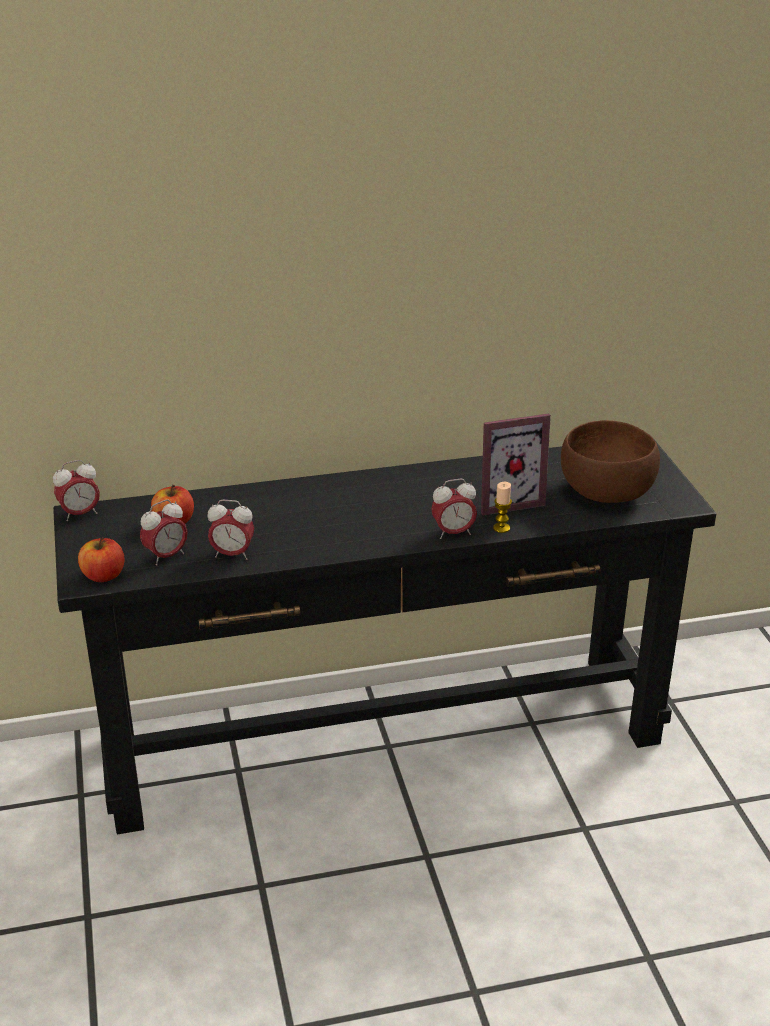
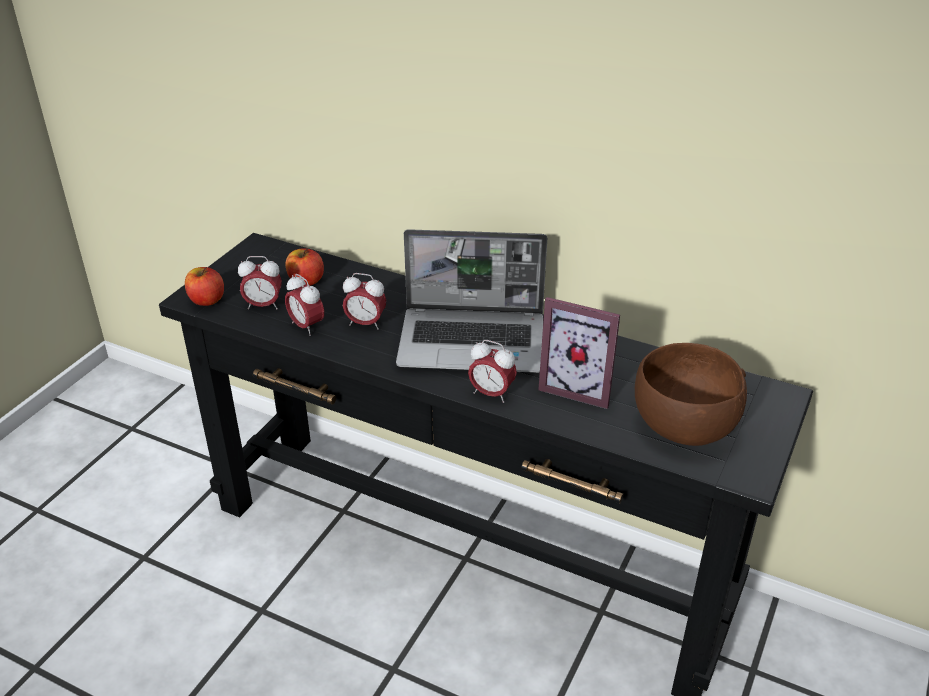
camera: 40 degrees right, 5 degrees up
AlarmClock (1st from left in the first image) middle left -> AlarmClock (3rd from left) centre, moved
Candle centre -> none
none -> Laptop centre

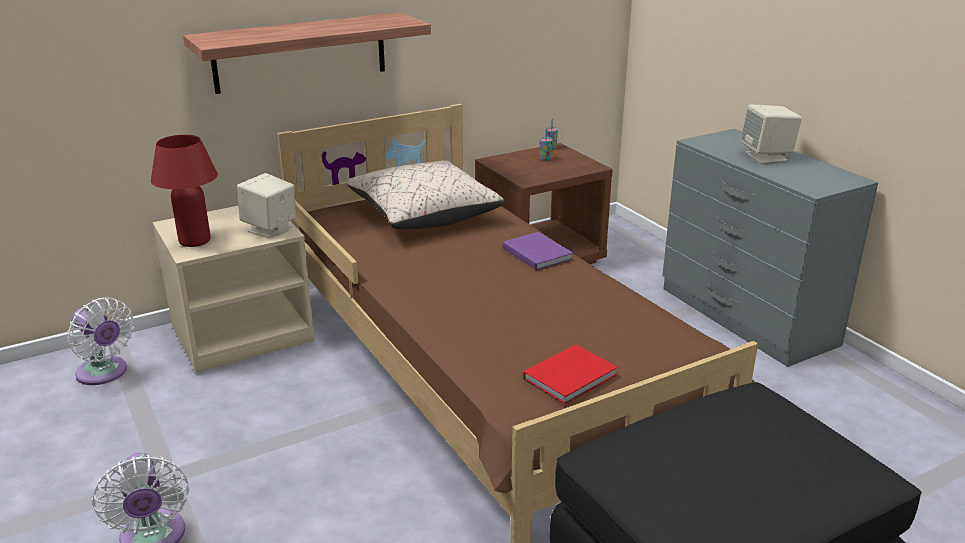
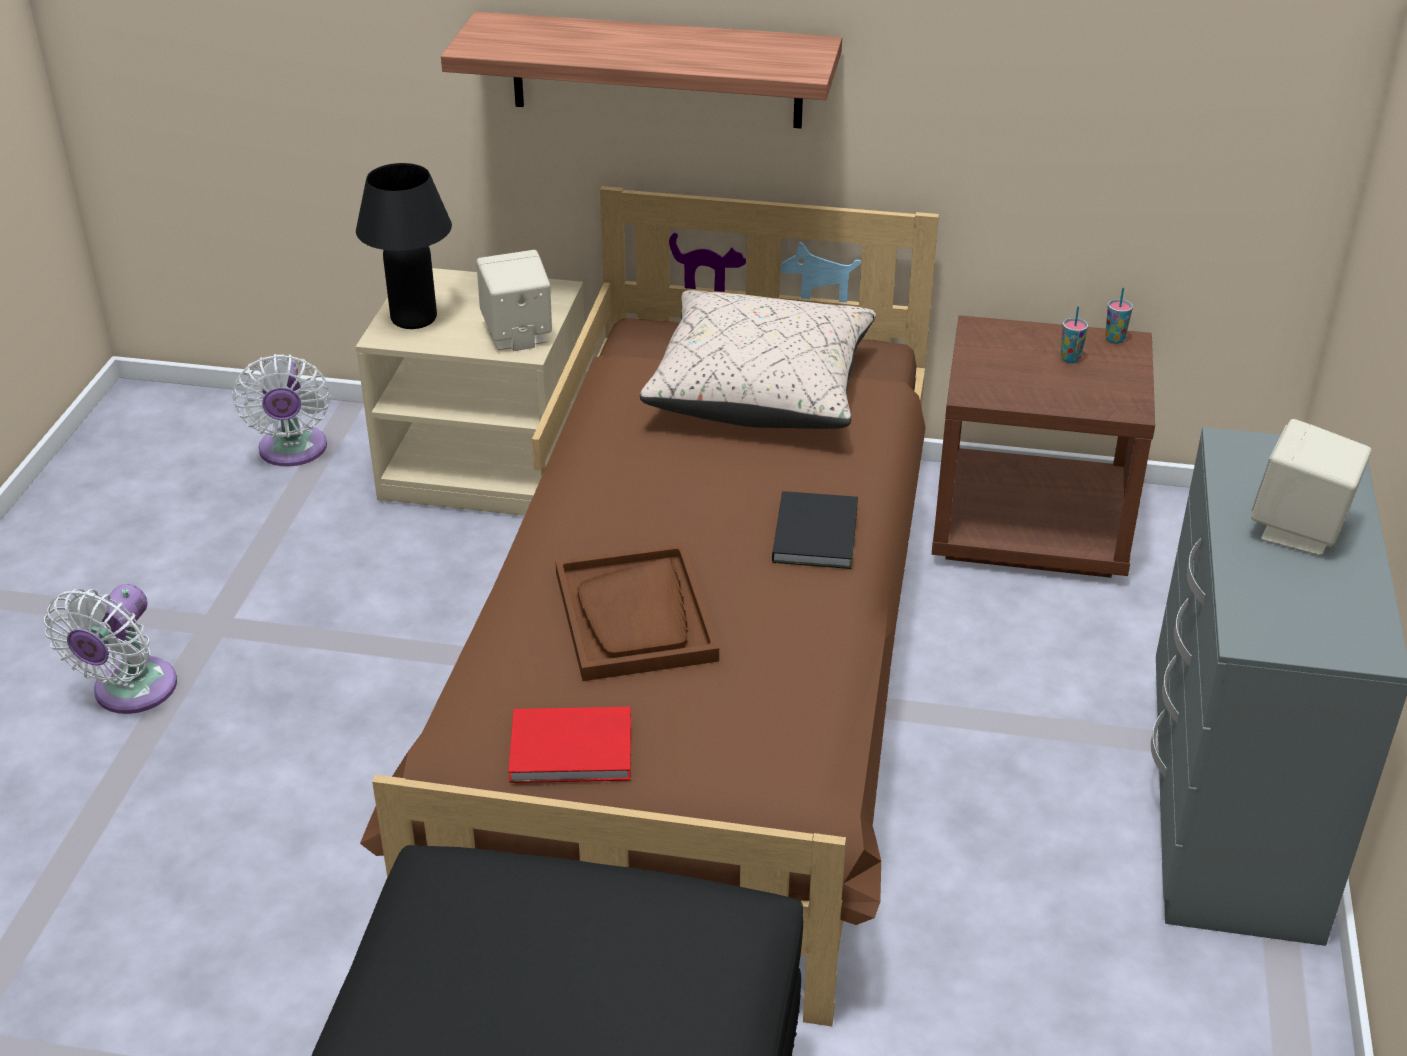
camera: 40 degrees right, 10 degrees up
RedTableLamp middle left -> BlackTableLamp top left
PurpleBook centre -> BlackBook centre
none -> BrownTray centre

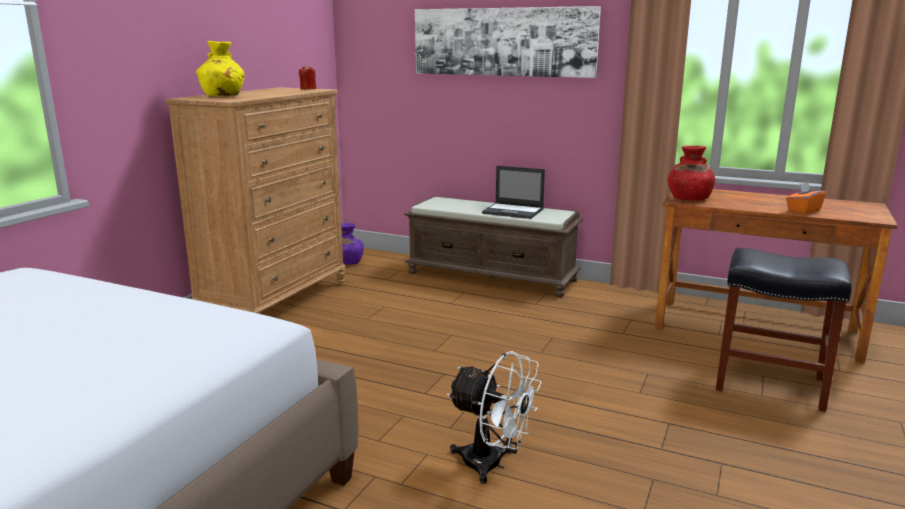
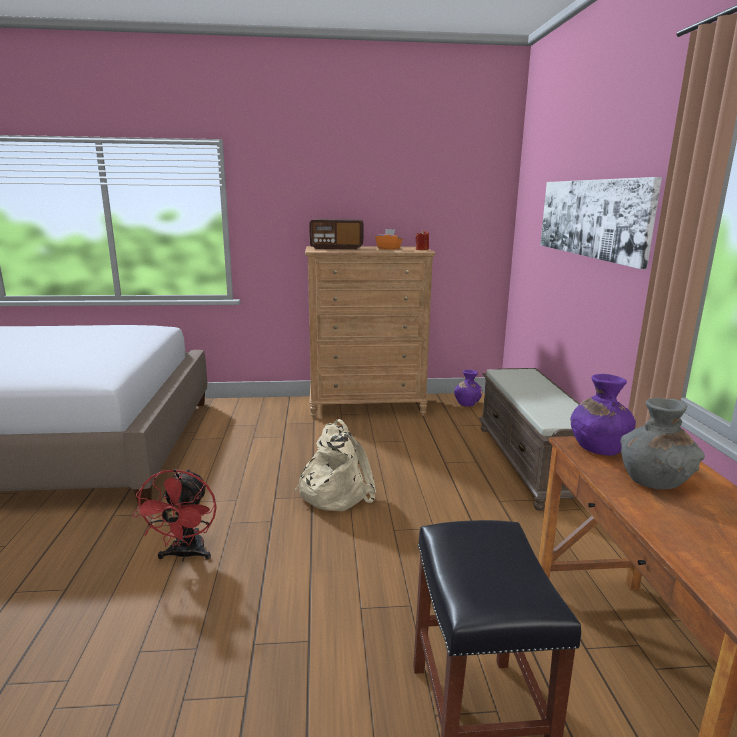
camera: 60 degrees right, 0 degrees up
YellowVase top left -> Radio top centre
RedVase middle right -> PurpleVase (2nd from left) middle right
Laptop centre -> none
OrangeTissueBox middle right -> OrangeTissueBox top centre, moved
WhiteFan bottom centre -> RedFan bottom left
none -> GreyVase middle right
none -> BeigeBackpack centre

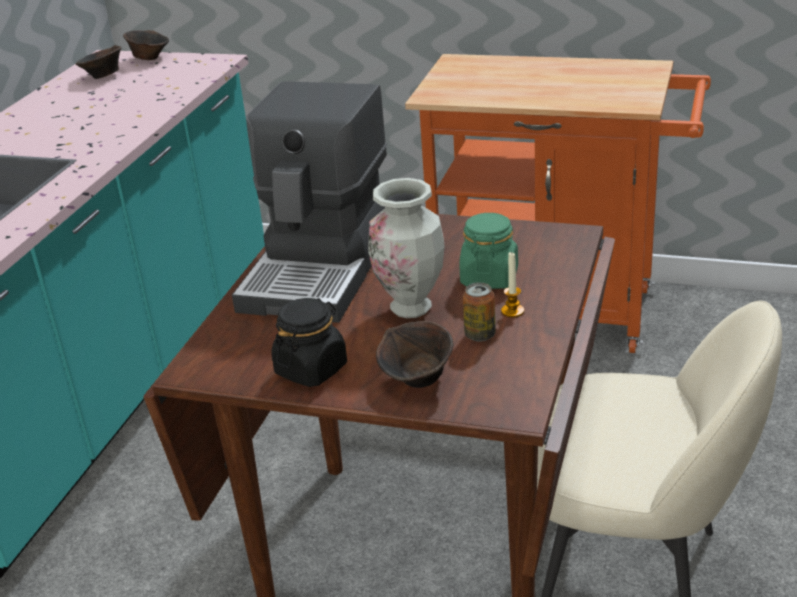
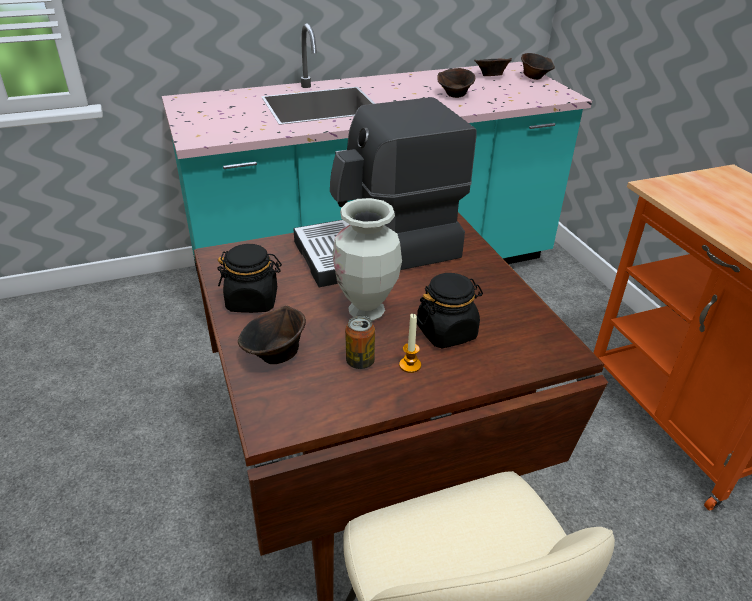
camera: 50 degrees right, 5 degrees up
GreenJar centre -> BlackJar (2nd from left) centre
none -> BrownBowl (2nd from left) top centre

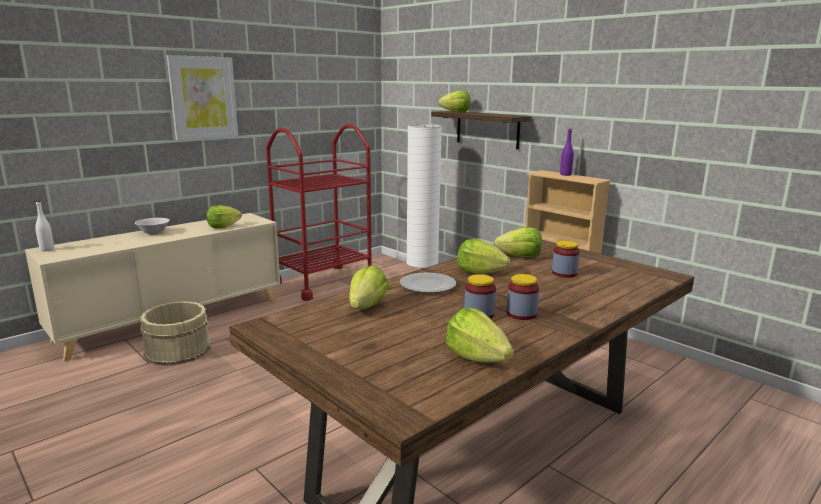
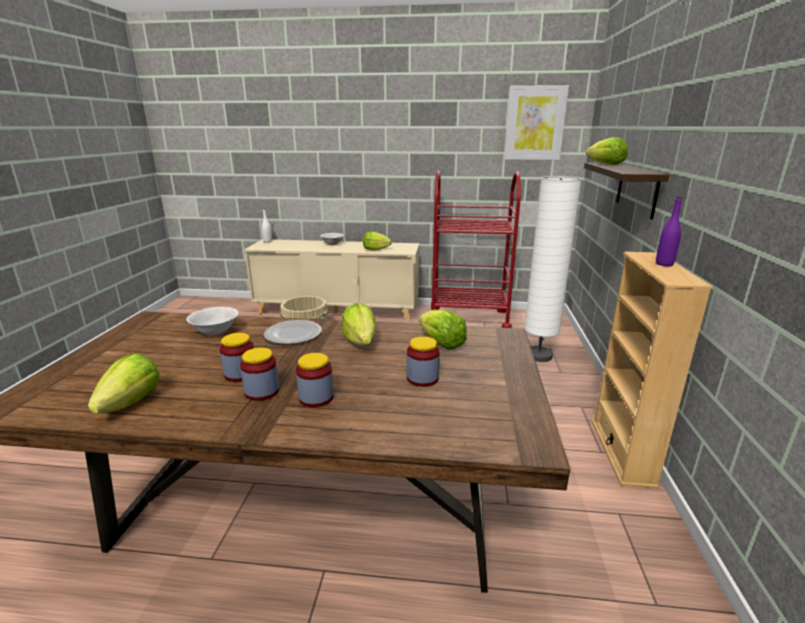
camera: 50 degrees right, 5 degrees up
Picture top left -> Picture top centre, moved
Lettuce (2nd from left) centre -> WhiteBowl (1st from left) middle left
none -> Jar (3rd from left) centre

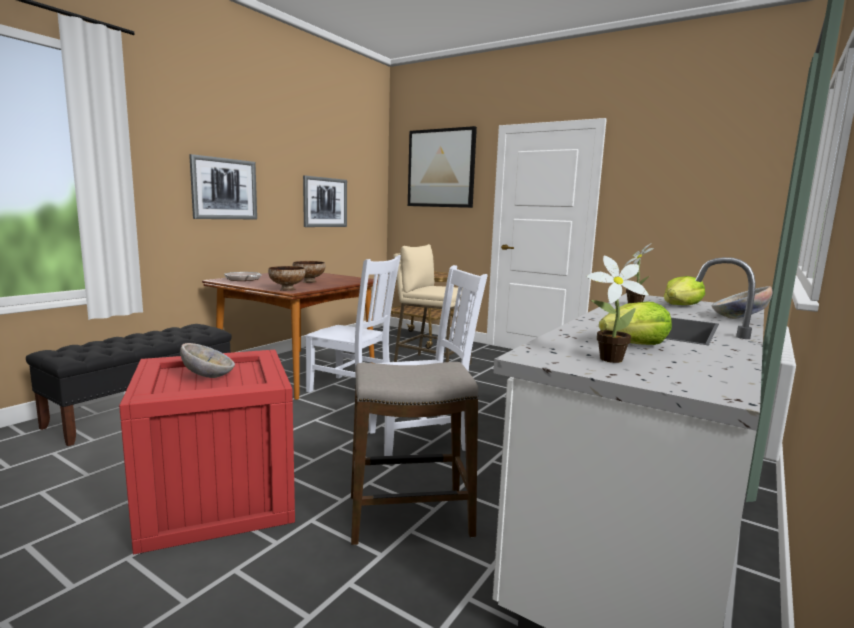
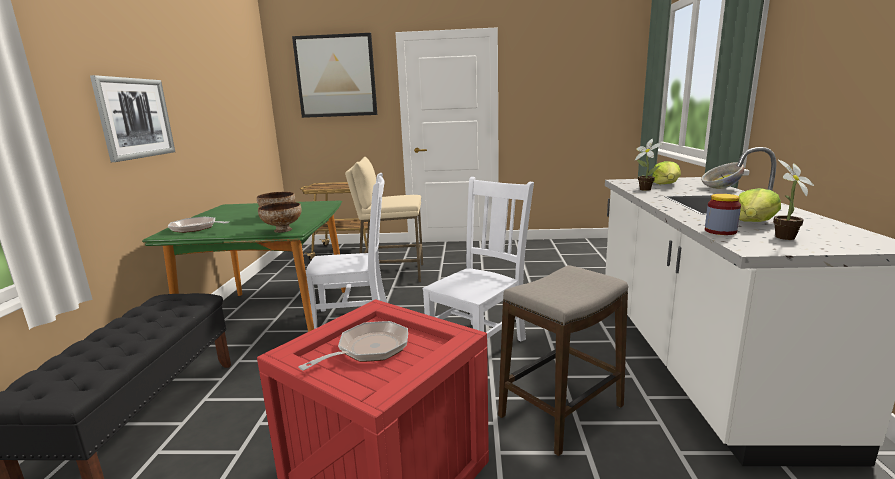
camera: 30 degrees left, 5 degrees up
Picture (2nd from left) top centre -> none
BrownDiningTable centre -> GreenDiningTable middle left
Bowl (1st from left) middle left -> FryingPan (2nd from left) bottom centre
none -> Jar middle right

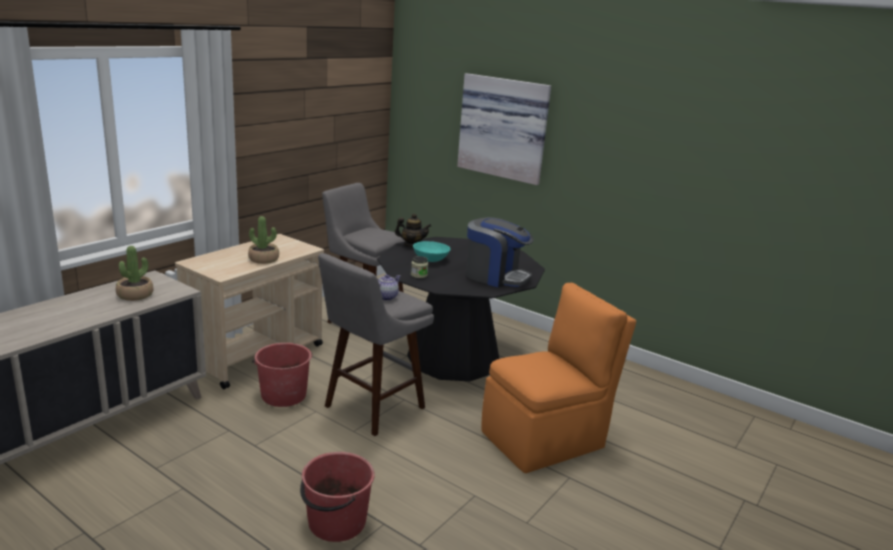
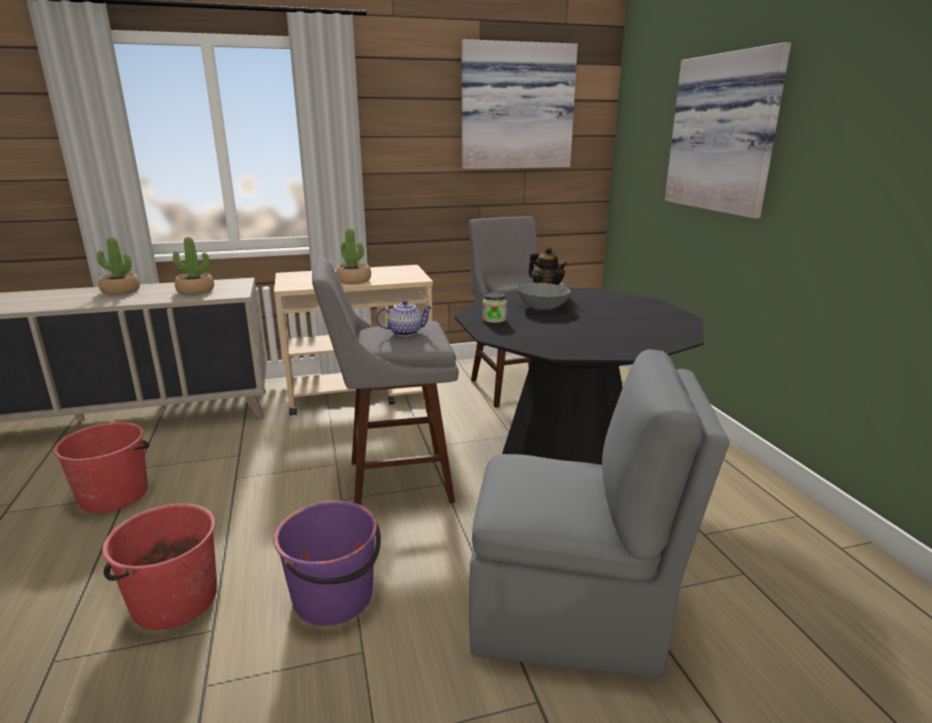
camera: 40 degrees right, 0 degrees up
CoffeeMachine centre -> none
TurquoiseBowl centre -> GreyBowl centre
OrangeChair bottom centre -> GreyChair bottom centre
RedBucket (1st from left) bottom left -> RedBucket (1st from left) middle left, moved
none -> Picture (1st from left) top centre
none -> PottedPlant (1st from left) middle left
none -> PurpleBucket bottom centre

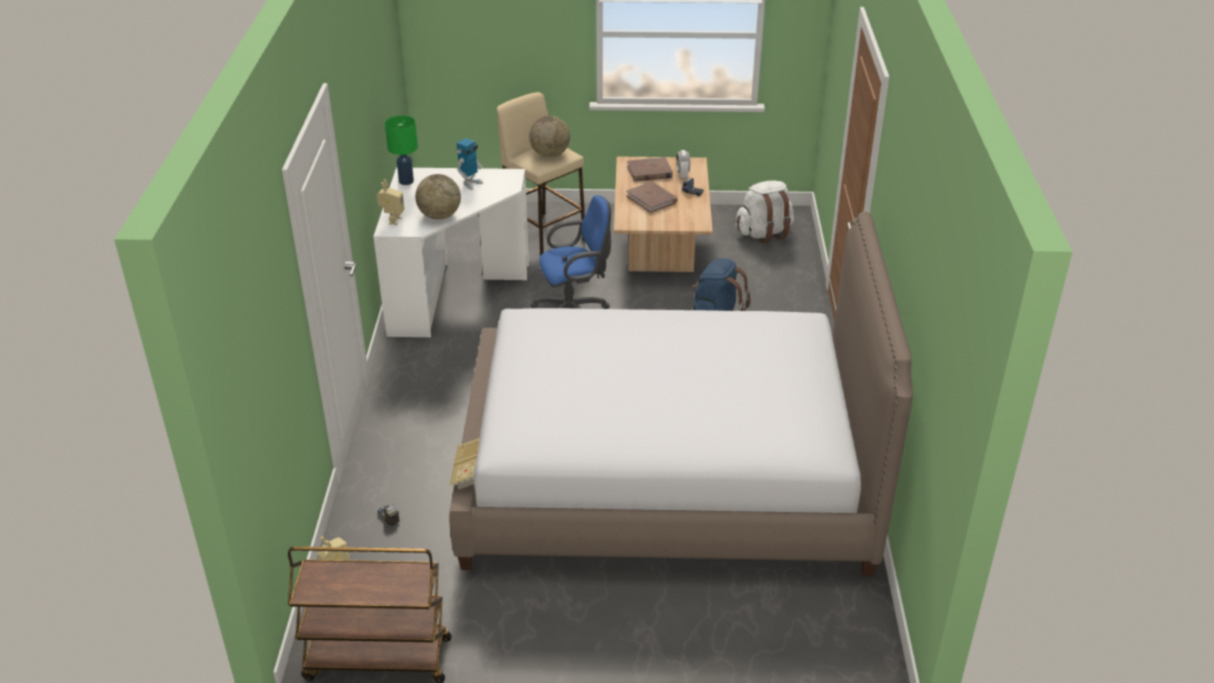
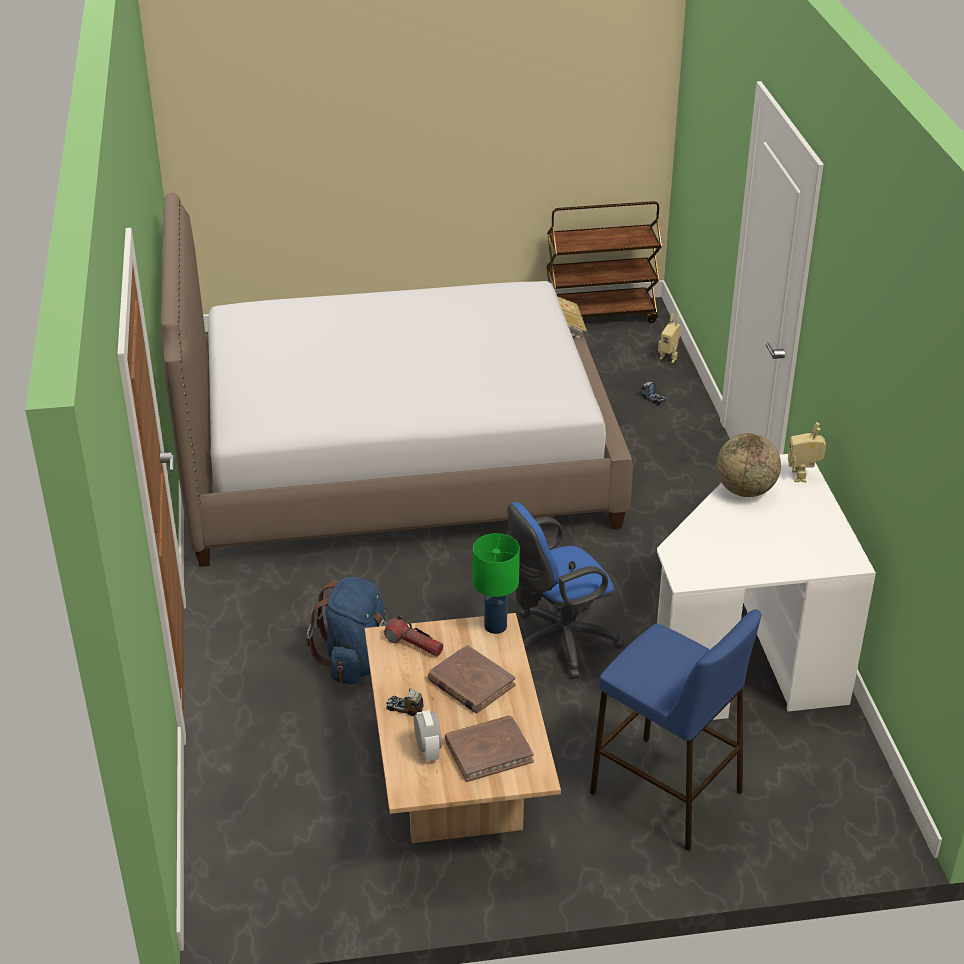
camera: 170 degrees right, 0 degrees up
BeigeStool top centre -> BlueStool bottom right
GreenTableLamp top left -> GreenTableLamp centre, moved
Globe (2nd from left) top centre -> none
ToyRobot (3rd from left) top centre -> none
WhiteBackpack top centre -> none
none -> Flashlight centre

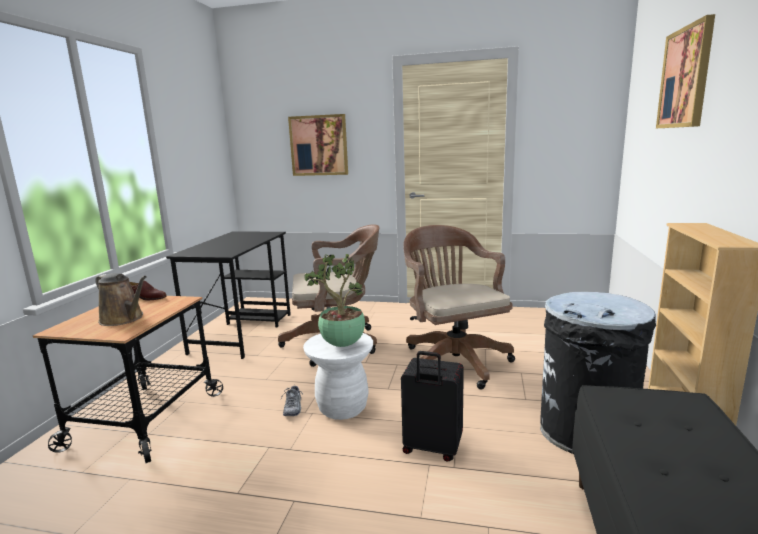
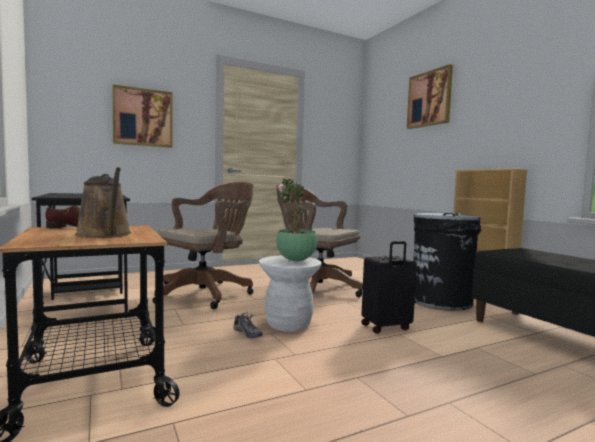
camera: 40 degrees left, 10 degrees down
BrownWateringCan middle left, 60 degrees clockwise

